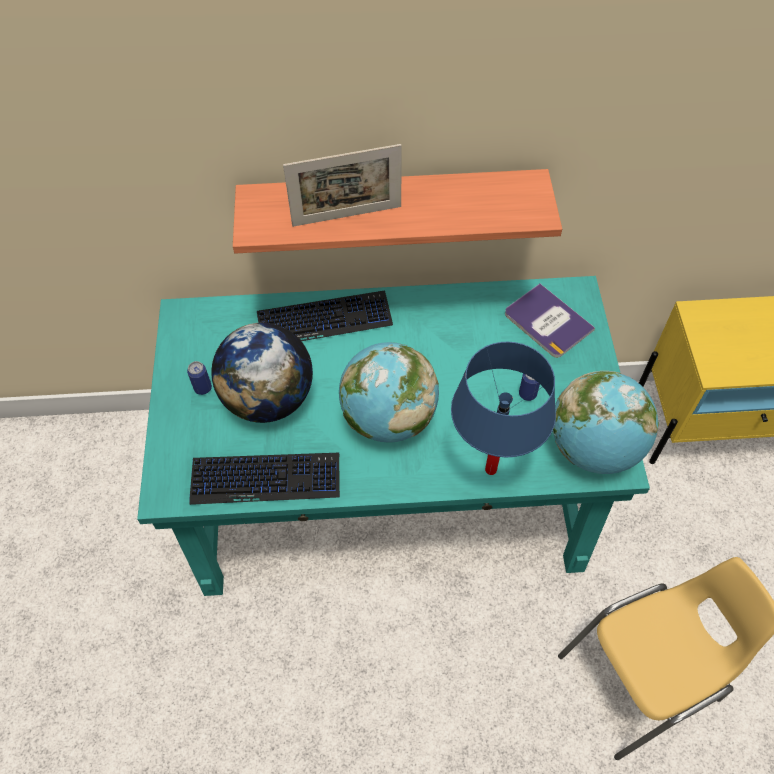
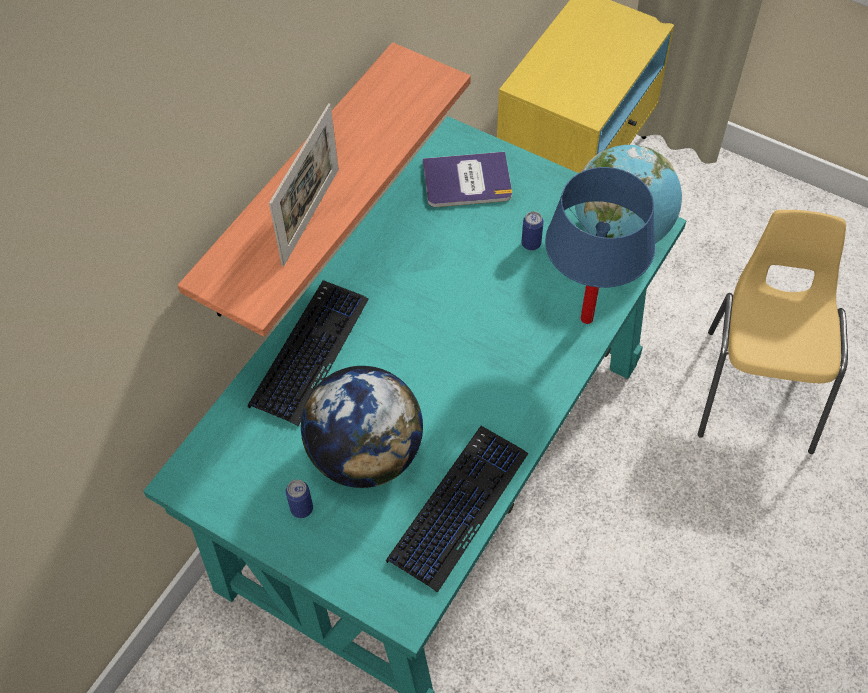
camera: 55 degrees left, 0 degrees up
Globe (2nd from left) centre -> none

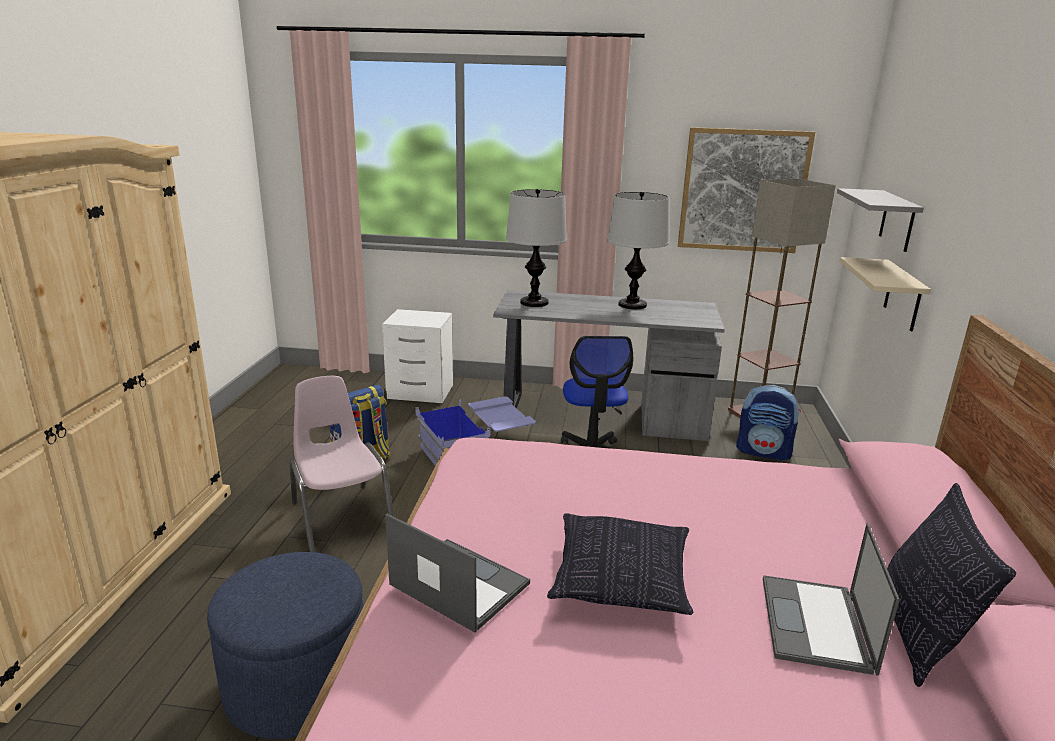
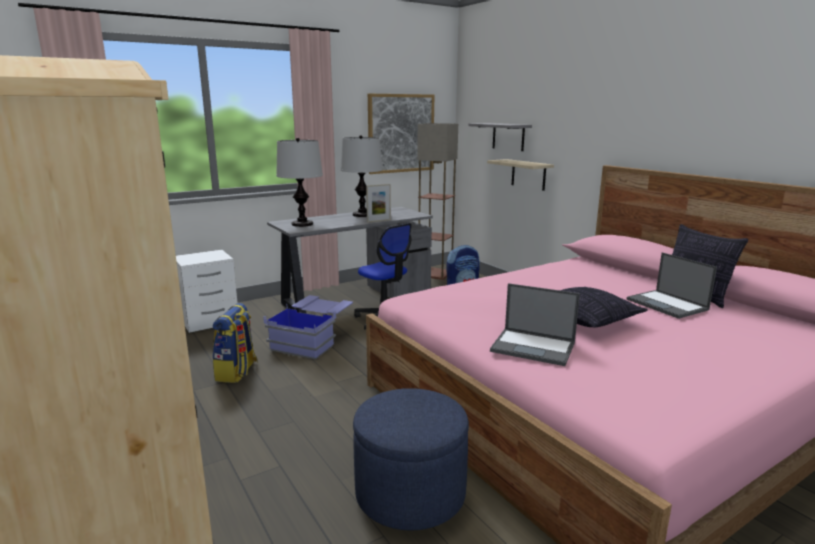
camera: 40 degrees left, 5 degrees down
PinkChair middle left -> none
Laptop (1st from left) bottom centre -> Laptop (1st from left) centre, 150 degrees counterclockwise
none -> PictureFrame centre

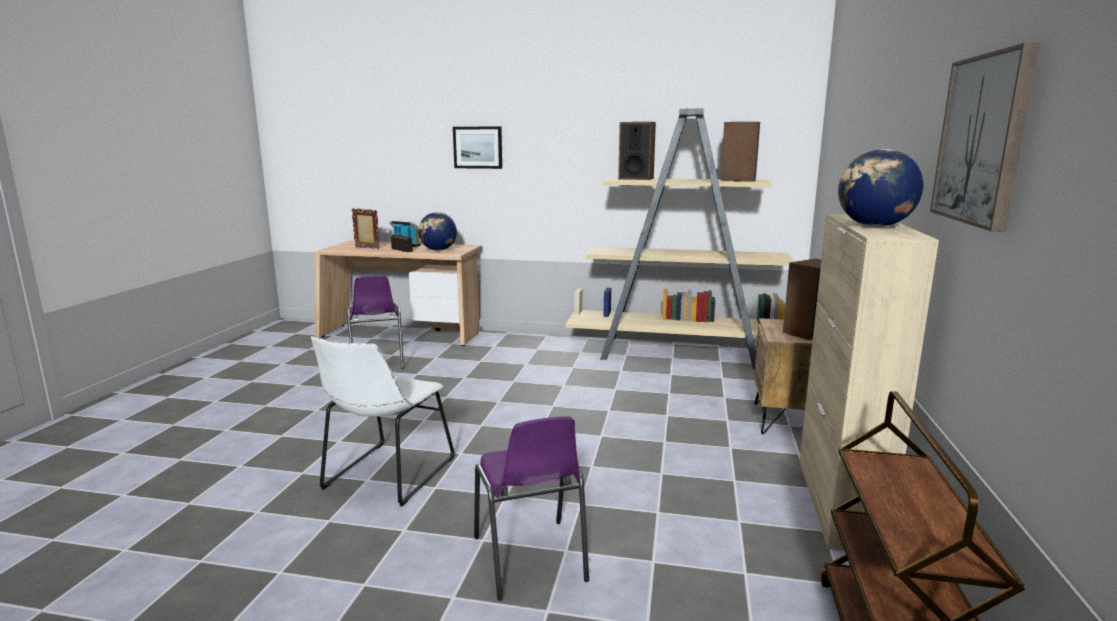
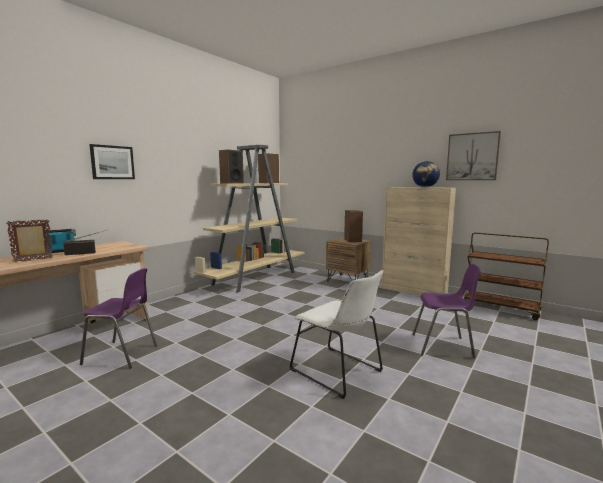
camera: 65 degrees left, 5 degrees down
Globe (1st from left) centre -> none

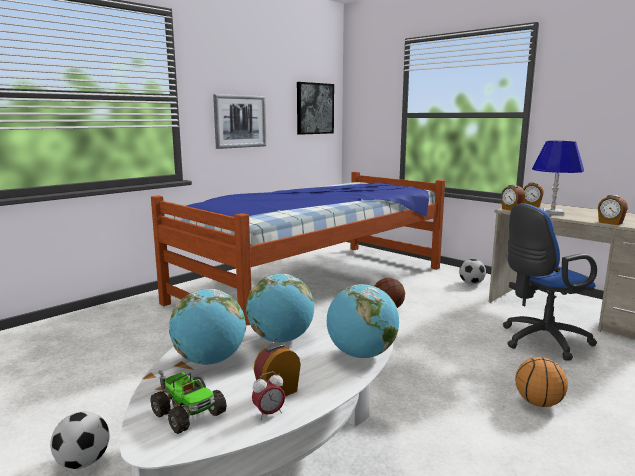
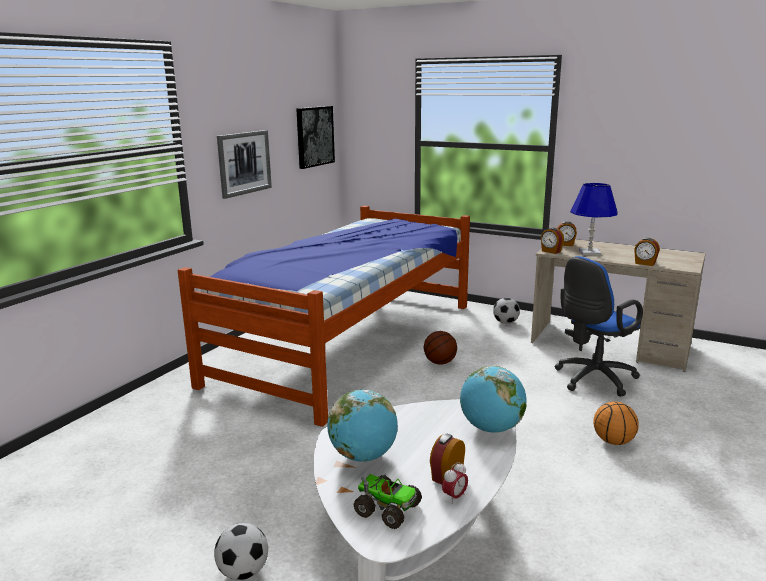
camera: 15 degrees left, 5 degrees up
Globe (2nd from left) centre -> none

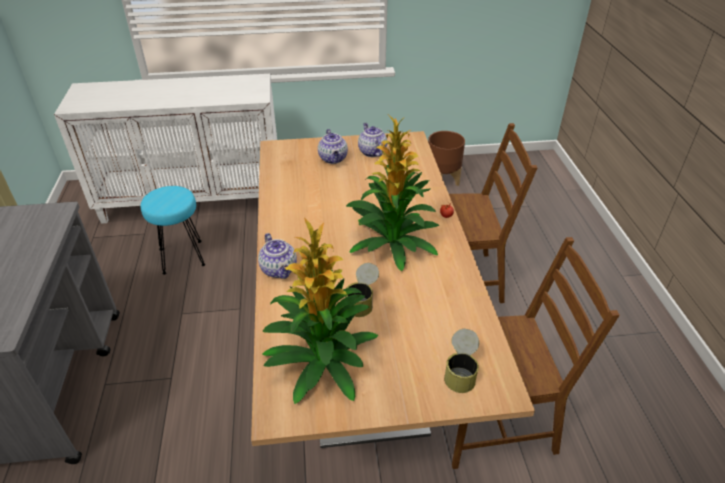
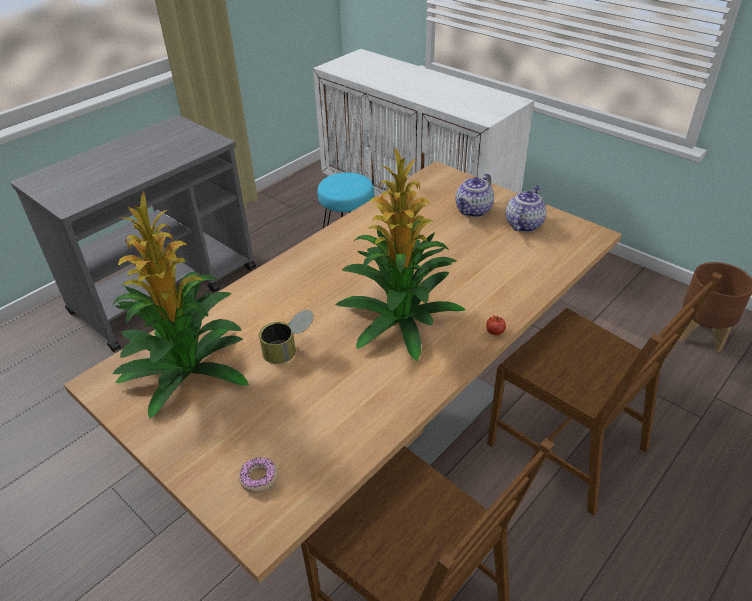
camera: 50 degrees right, 0 degrees up
Teapot (1st from left) centre -> none
Can (2nd from left) bottom centre -> Donut bottom centre

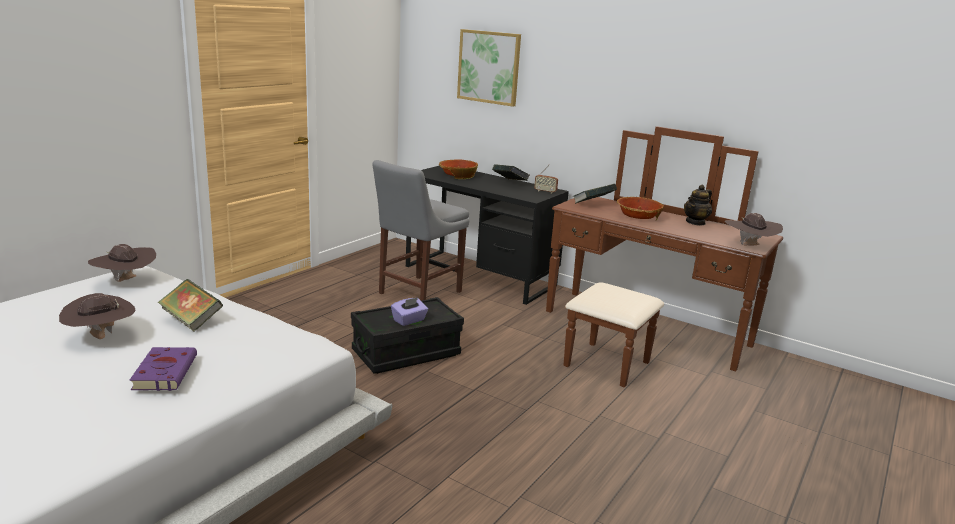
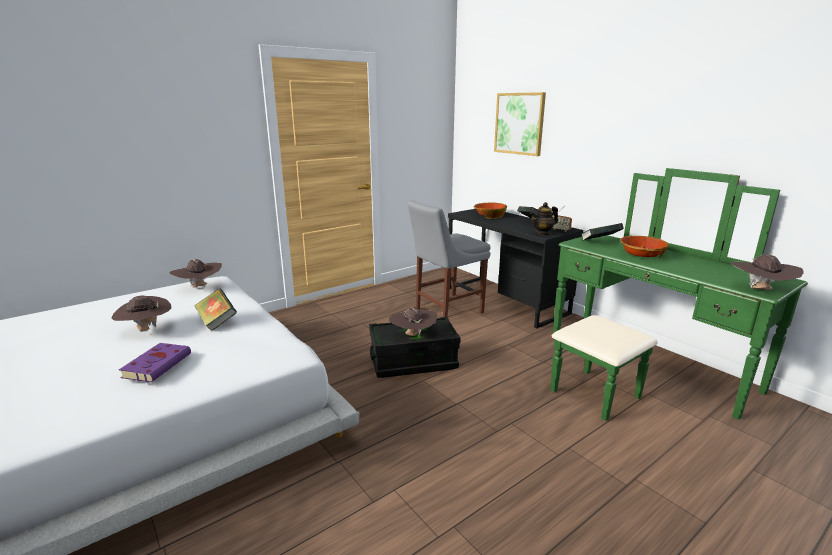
camera: 20 degrees right, 0 degrees up
BrownDresser middle right -> GreenDresser middle right
Teapot middle right -> Teapot centre, moved
PurpleTissueBox centre -> BrownHat (3rd from left) centre

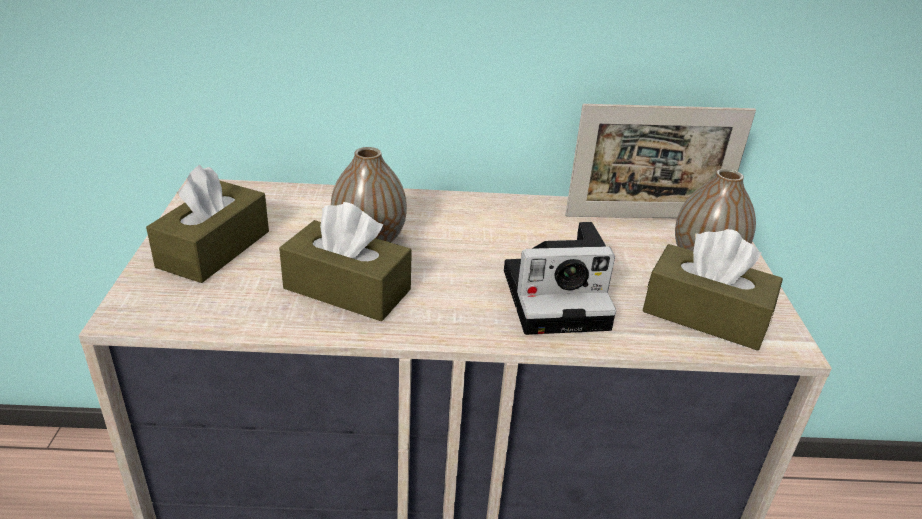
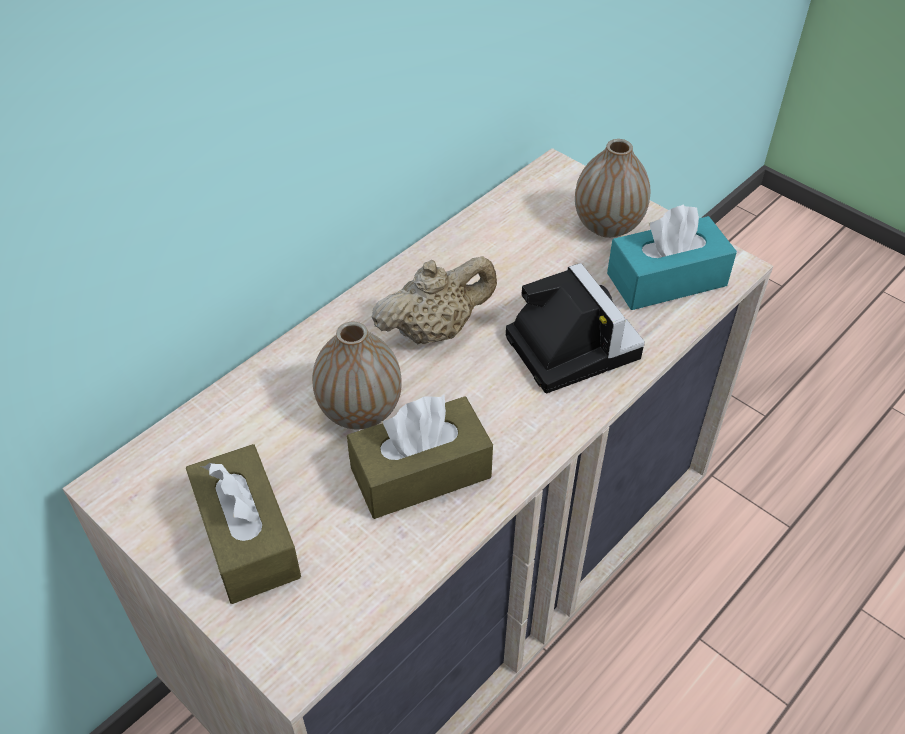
camera: 45 degrees left, 15 degrees up
PictureFrame top right -> none
PhotoCamera centre, 60 degrees counterclockwise
BrownTissueBox (3rd from left) middle right -> TurquoiseTissueBox middle right
none -> BeigeTeapot centre

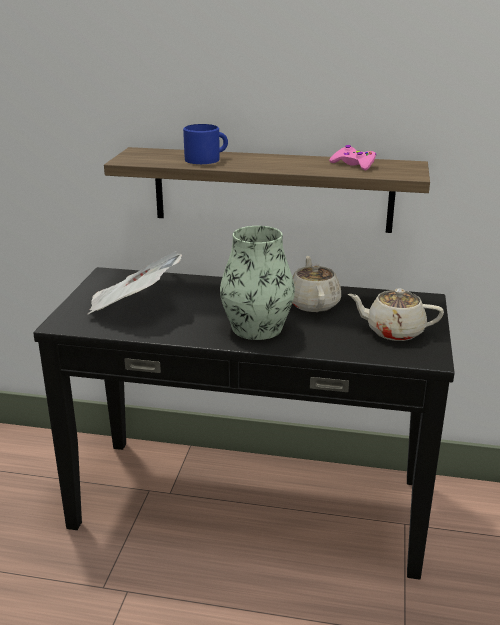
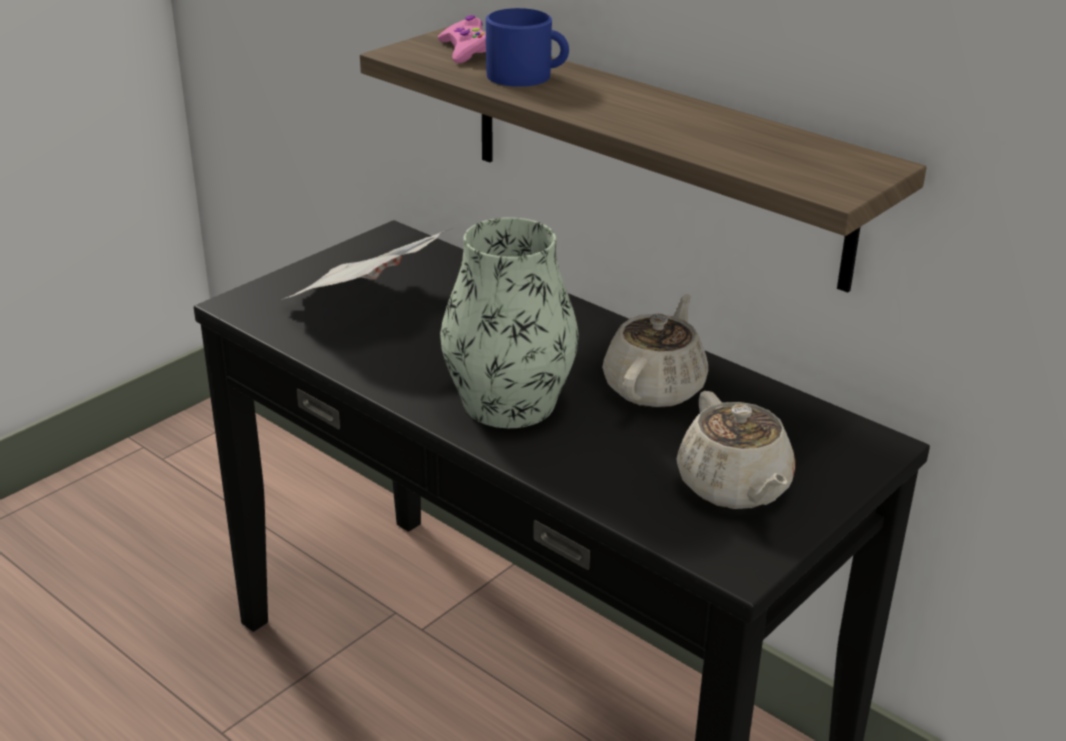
camera: 30 degrees right, 5 degrees up
PinkGameController top right -> PinkGameController top centre, moved
BeigeTeapot (2nd from left) middle right, 150 degrees counterclockwise

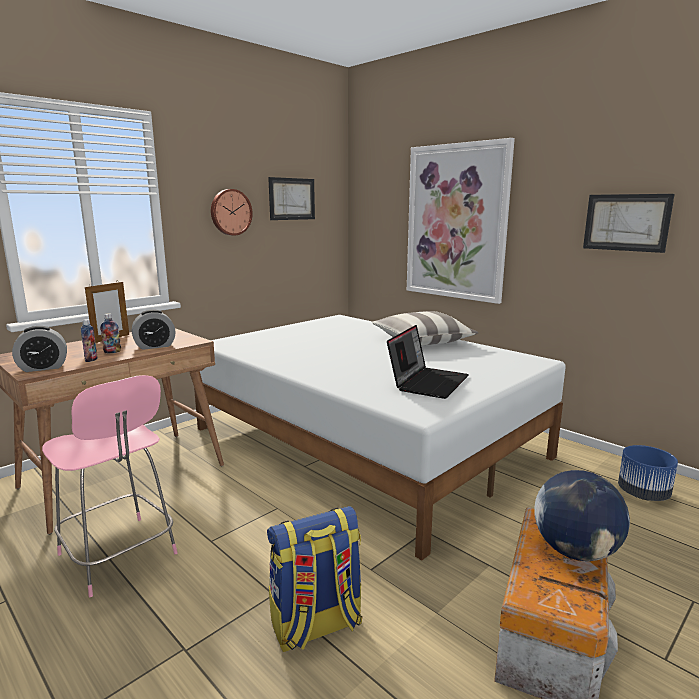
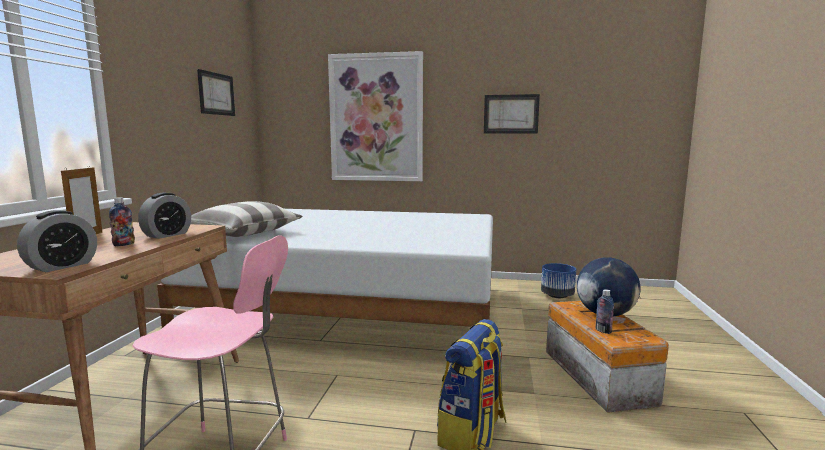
camera: 35 degrees left, 5 degrees down
WallClock top left -> none
Pillow centre -> Pillow middle left, moved
Bottle (1st from left in the first image) middle left -> Bottle (2nd from left) bottom right, moved
Laptop centre -> none

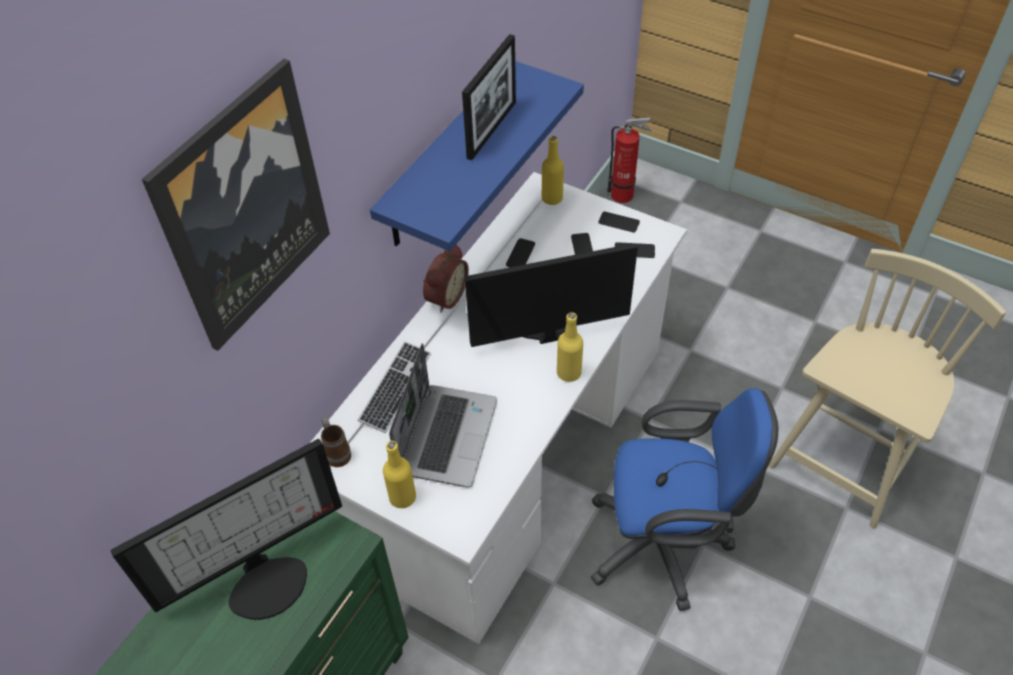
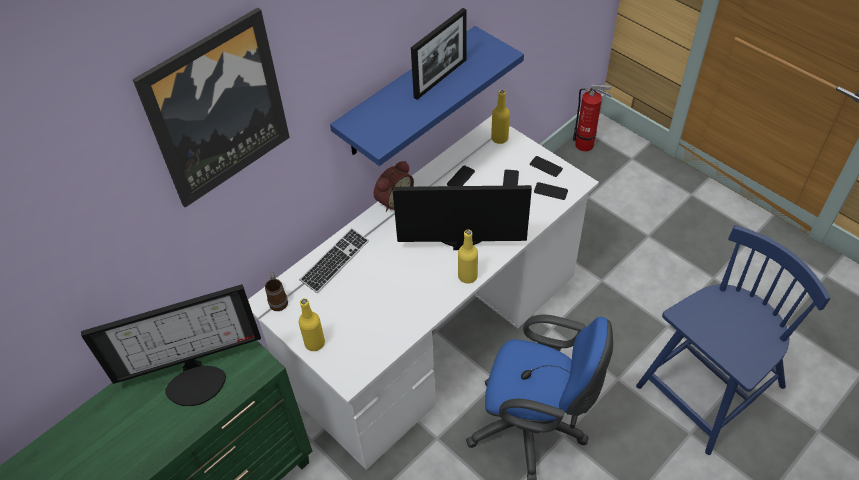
camera: 15 degrees right, 0 degrees up
BeigeChair middle right -> BlueChair bottom right
Laptop centre -> none

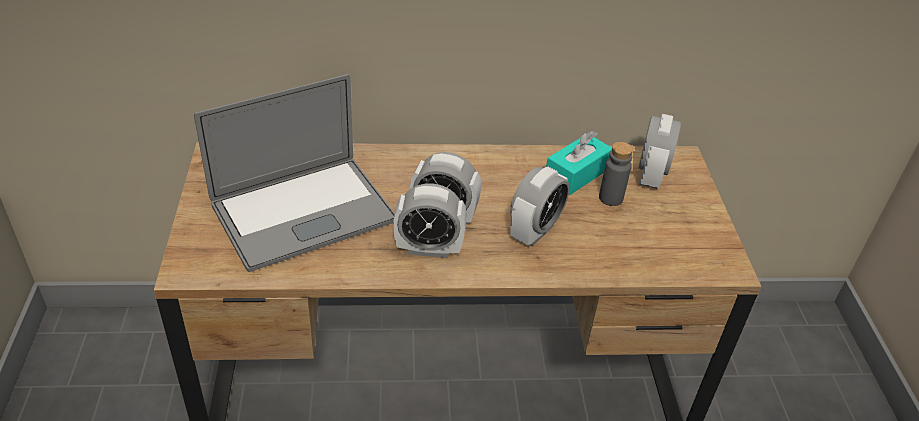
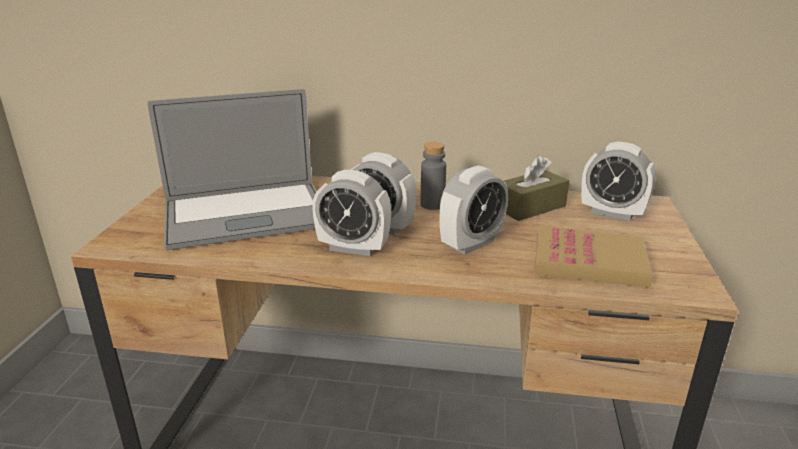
camera: 15 degrees right, 15 degrees down
AlarmClock (4th from left) middle right, 90 degrees clockwise
TurquoiseTissueBox centre -> BrownTissueBox middle right
GreyBottle middle right -> GreyBottle centre, moved
none -> Book middle right

